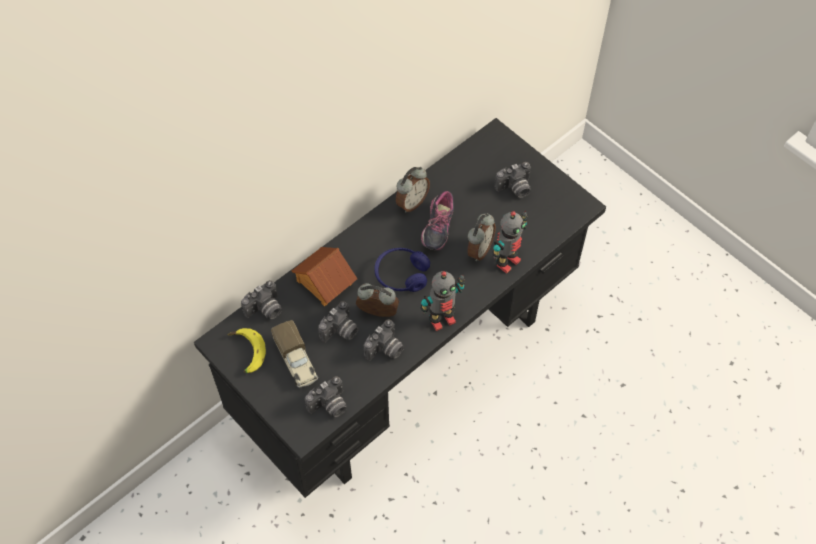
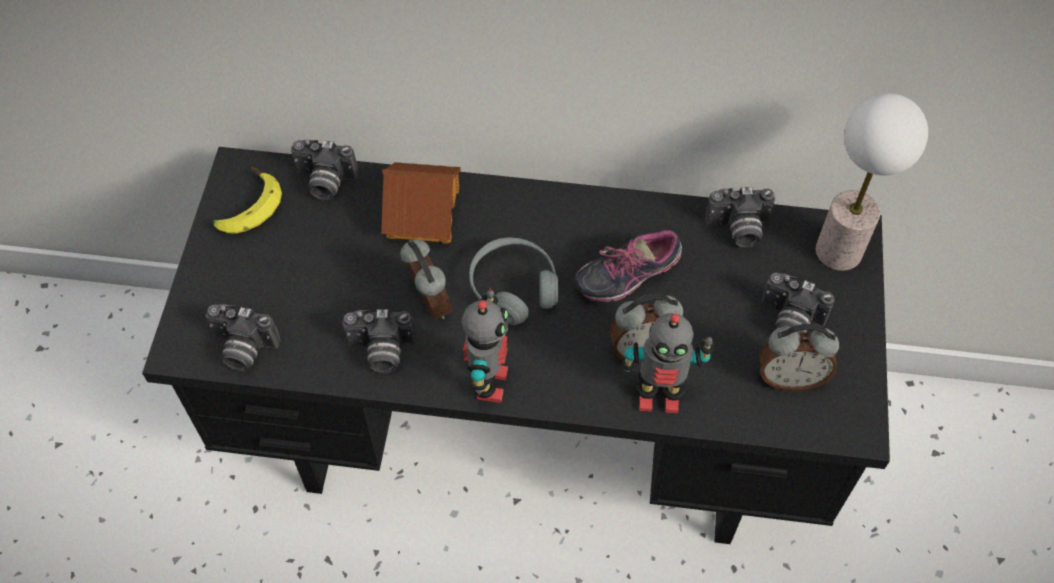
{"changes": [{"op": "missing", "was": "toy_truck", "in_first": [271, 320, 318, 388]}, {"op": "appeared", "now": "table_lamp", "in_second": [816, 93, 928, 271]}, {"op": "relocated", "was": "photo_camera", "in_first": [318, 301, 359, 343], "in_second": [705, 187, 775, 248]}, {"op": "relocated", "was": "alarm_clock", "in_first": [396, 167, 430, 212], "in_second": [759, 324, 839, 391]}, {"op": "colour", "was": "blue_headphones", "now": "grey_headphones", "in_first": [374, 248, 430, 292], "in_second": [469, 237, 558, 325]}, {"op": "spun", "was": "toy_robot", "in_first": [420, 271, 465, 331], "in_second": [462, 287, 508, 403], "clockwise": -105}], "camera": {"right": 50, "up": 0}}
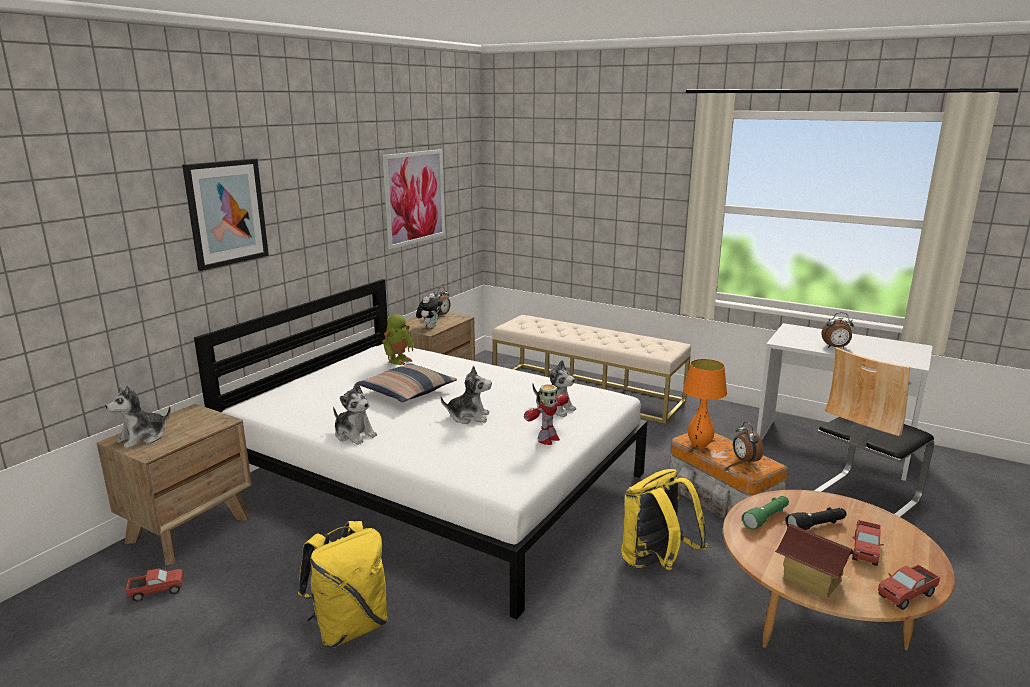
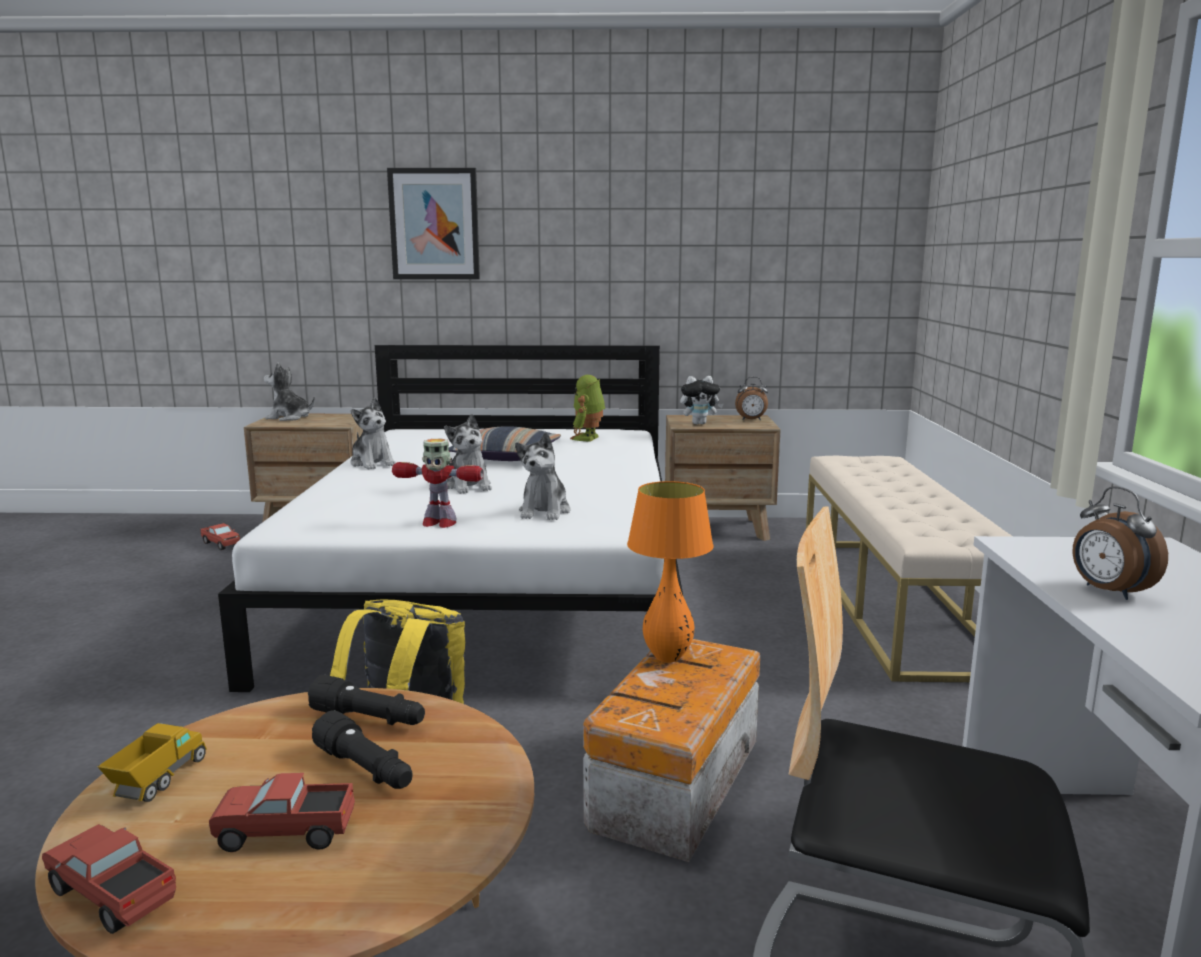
{"changes": [{"op": "missing", "was": "yellow_backpack", "in_first": [298, 521, 388, 648]}, {"op": "missing", "was": "picture", "in_first": [383, 149, 445, 249]}, {"op": "missing", "was": "alarm_clock", "in_first": [733, 422, 764, 465]}, {"op": "exchanged", "was": "toy_house", "now": "toy_truck", "in_first": [775, 524, 859, 598], "in_second": [98, 723, 207, 802]}, {"op": "colour", "was": "green_flashlight", "now": "black_flashlight", "in_first": [742, 496, 789, 530], "in_second": [308, 675, 425, 725]}, {"op": "spun", "was": "plush_toy", "in_first": [333, 382, 377, 445], "in_second": [350, 398, 396, 469], "clockwise": -45}, {"op": "spun", "was": "toy_robot", "in_first": [382, 314, 414, 365], "in_second": [570, 375, 605, 442], "clockwise": 105}], "camera": {"right": 60, "up": -5}}
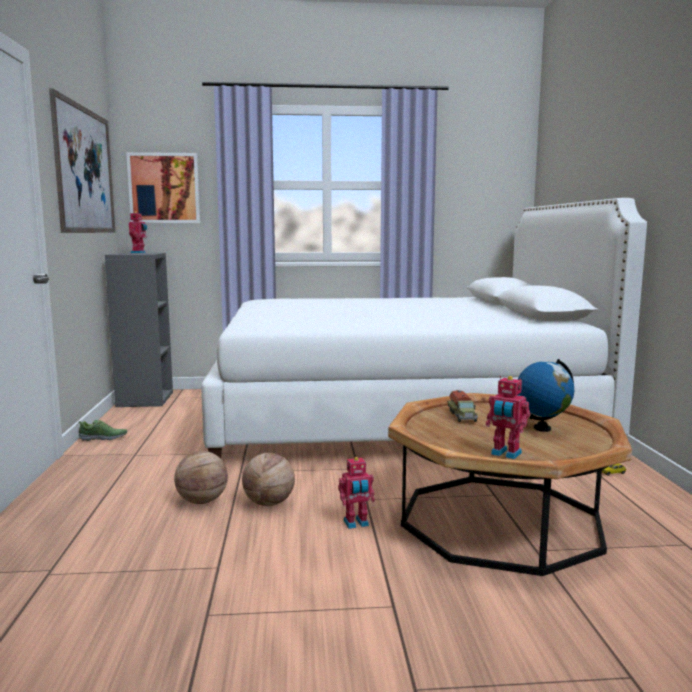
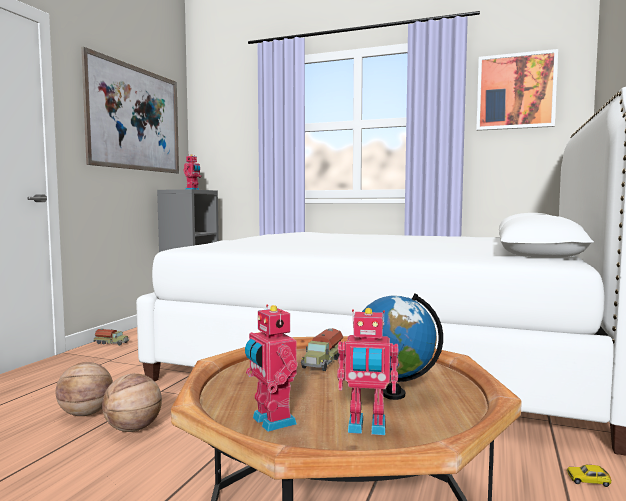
{"changes": [{"op": "relocated", "was": "picture", "in_first": [126, 152, 200, 223], "in_second": [476, 49, 558, 131]}, {"op": "relocated", "was": "toy_robot", "in_first": [338, 457, 375, 529], "in_second": [337, 308, 399, 435]}, {"op": "exchanged", "was": "shoe", "now": "toy_truck", "in_first": [78, 420, 127, 441], "in_second": [94, 328, 129, 346]}], "camera": {"right": 25, "up": -5}}
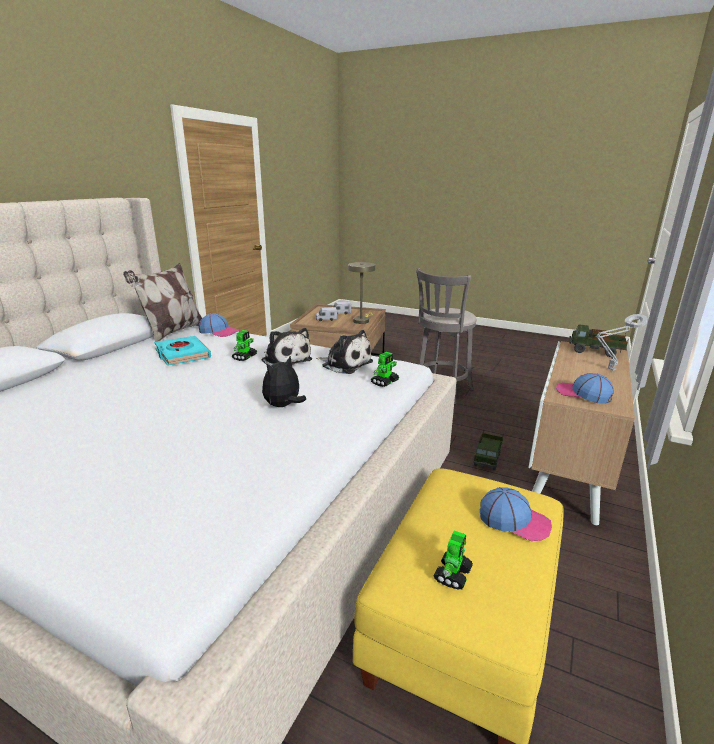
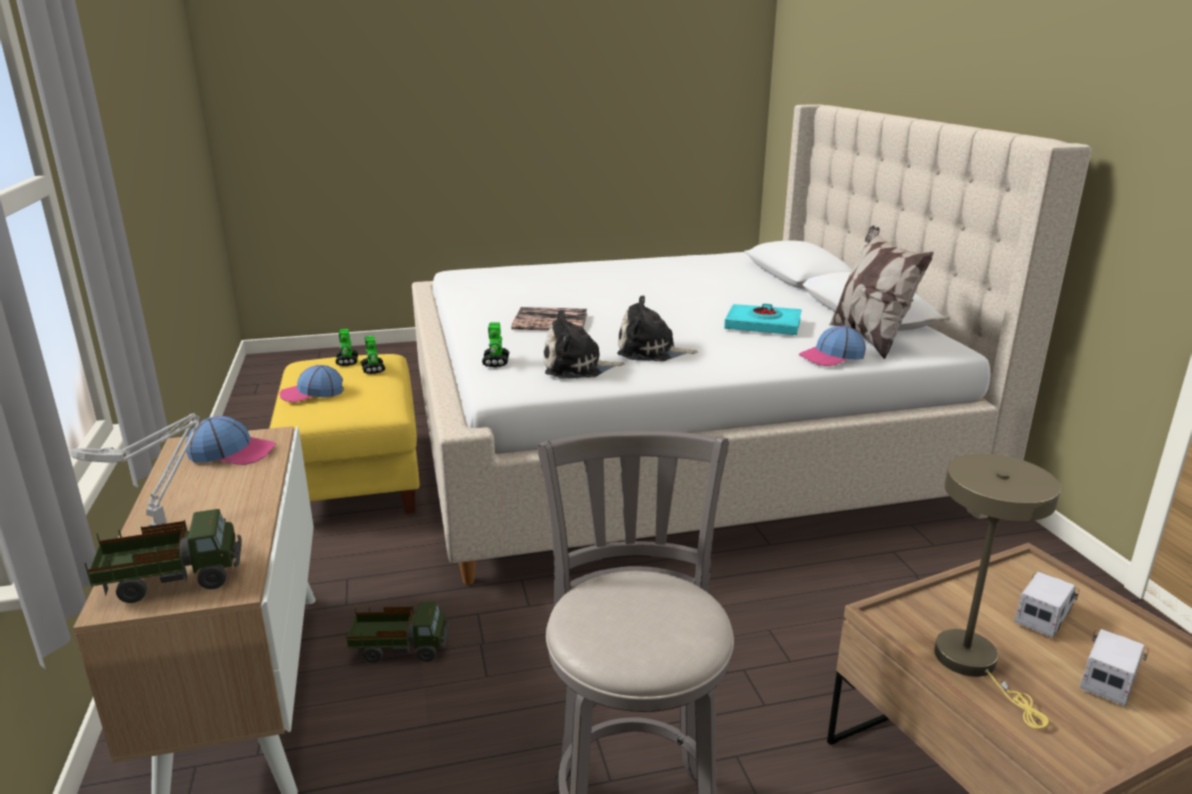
{"changes": [{"op": "relocated", "was": "toy_robot", "in_first": [232, 330, 257, 361], "in_second": [361, 336, 385, 374]}, {"op": "exchanged", "was": "plush_toy", "now": "book", "in_first": [262, 356, 306, 407], "in_second": [511, 307, 587, 330]}, {"op": "spun", "was": "toy_truck", "in_first": [474, 429, 504, 470], "in_second": [346, 601, 450, 663], "clockwise": 105}], "camera": {"right": 140, "up": 0}}
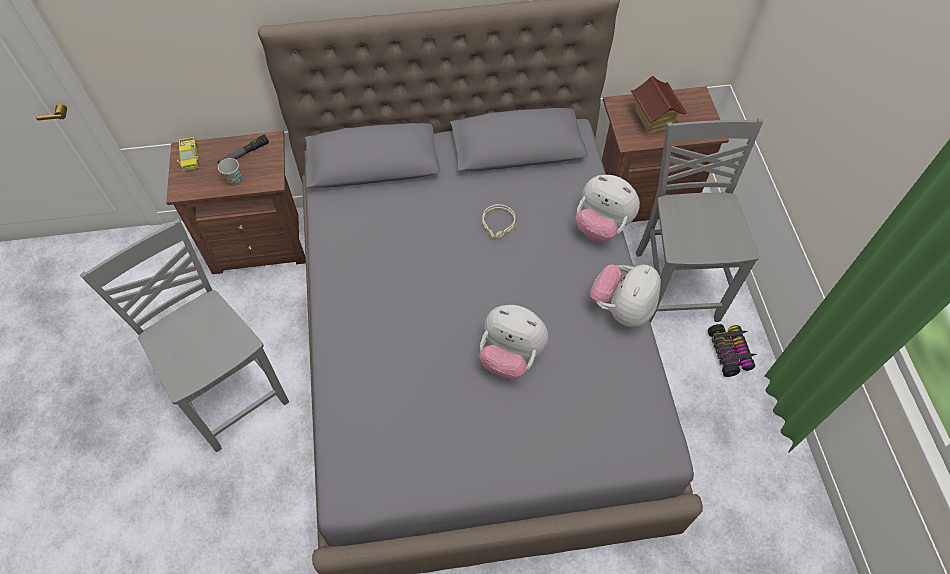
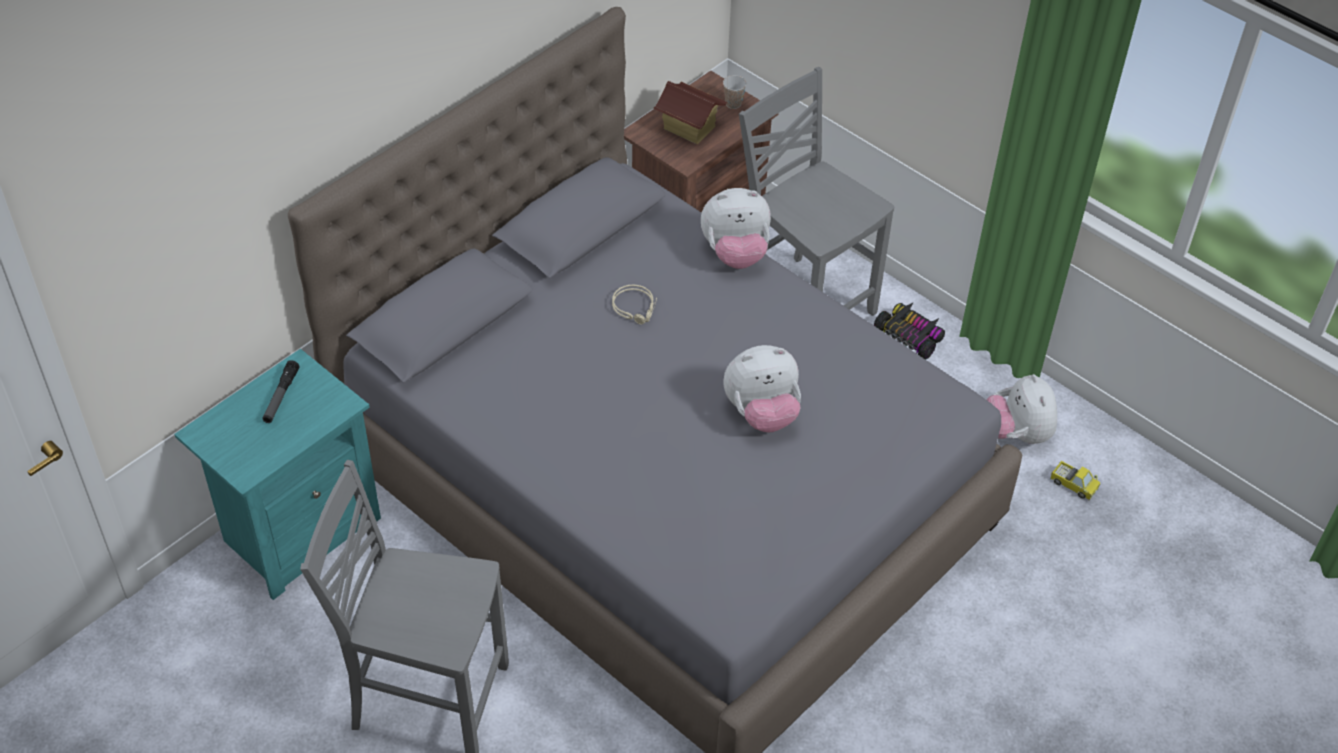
{"changes": [{"op": "relocated", "was": "toy_truck", "in_first": [177, 137, 199, 171], "in_second": [1050, 461, 1101, 501]}, {"op": "relocated", "was": "cup", "in_first": [218, 158, 241, 186], "in_second": [723, 75, 747, 109]}, {"op": "relocated", "was": "plush_toy", "in_first": [590, 264, 661, 327], "in_second": [987, 374, 1057, 444]}, {"op": "colour", "was": "brown_nightstand", "now": "turquoise_nightstand", "in_first": [166, 131, 306, 274], "in_second": [174, 349, 381, 600]}], "camera": {"right": -40, "up": -10}}
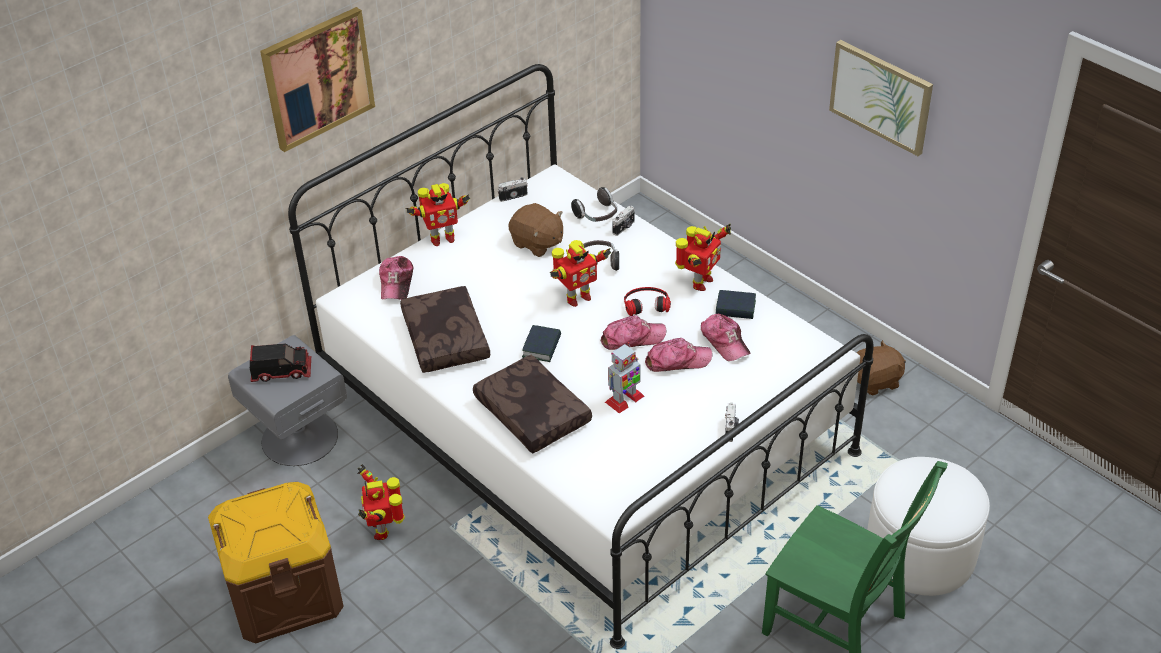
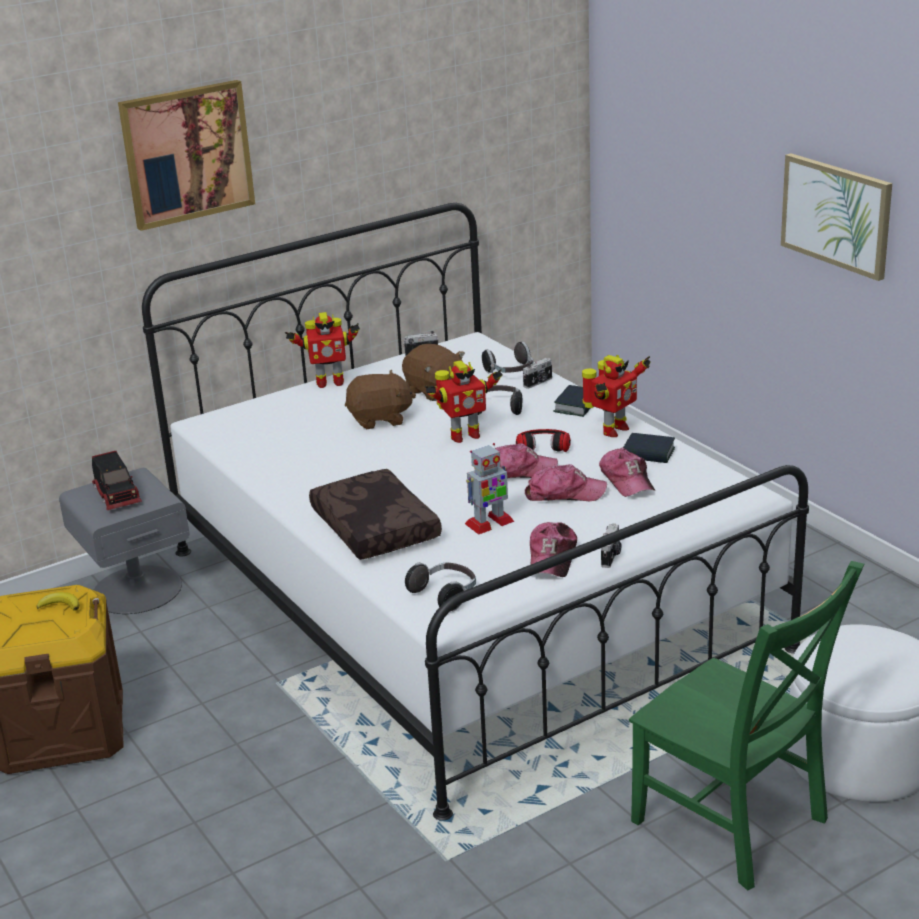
{"changes": [{"op": "missing", "was": "toy_robot", "in_first": [357, 464, 405, 540]}, {"op": "missing", "was": "brown_pillow", "in_first": [400, 286, 490, 373]}, {"op": "appeared", "now": "banana", "in_second": [36, 592, 80, 610]}, {"op": "appeared", "now": "headphones", "in_second": [405, 562, 476, 612]}, {"op": "relocated", "was": "cap", "in_first": [379, 256, 413, 300], "in_second": [530, 522, 577, 577]}, {"op": "relocated", "was": "book", "in_first": [522, 325, 561, 362], "in_second": [553, 385, 591, 417]}, {"op": "relocated", "was": "brown_plush_toy", "in_first": [857, 340, 906, 396], "in_second": [345, 370, 416, 429]}, {"op": "spun", "was": "toy_truck", "in_first": [250, 343, 311, 382], "in_second": [92, 451, 142, 510], "clockwise": 60}], "camera": {"right": 10, "up": -15}}
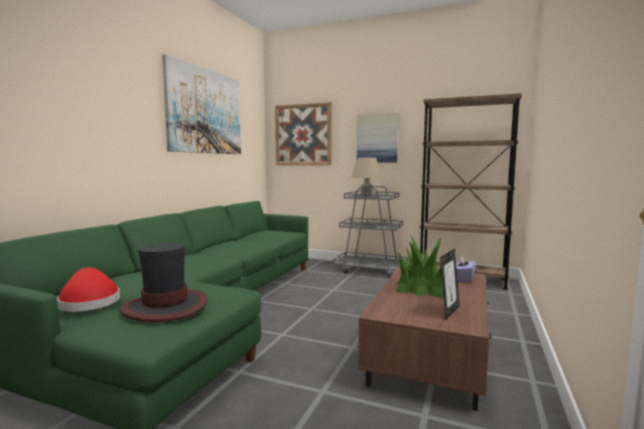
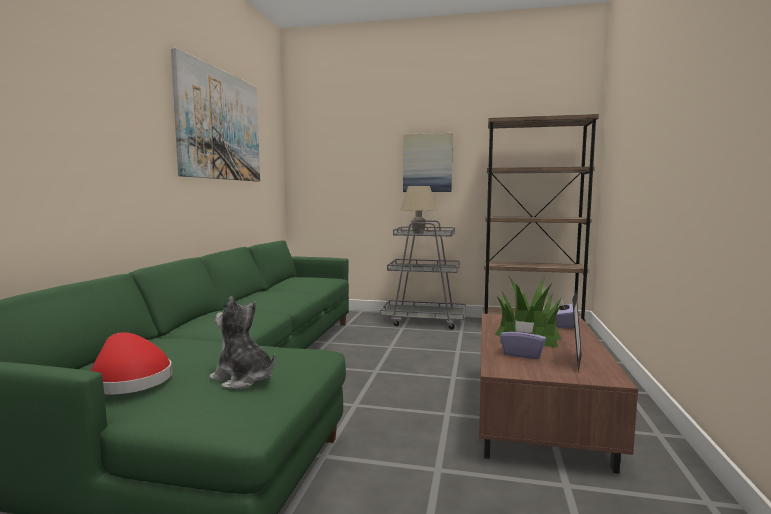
{"changes": [{"op": "missing", "was": "picture", "in_first": [275, 102, 332, 165]}, {"op": "appeared", "now": "purple_tissue_box", "in_second": [500, 321, 546, 359]}, {"op": "exchanged", "was": "hat", "now": "plush_toy", "in_first": [119, 243, 208, 322], "in_second": [209, 296, 275, 389]}], "camera": {"right": -10, "up": 0}}
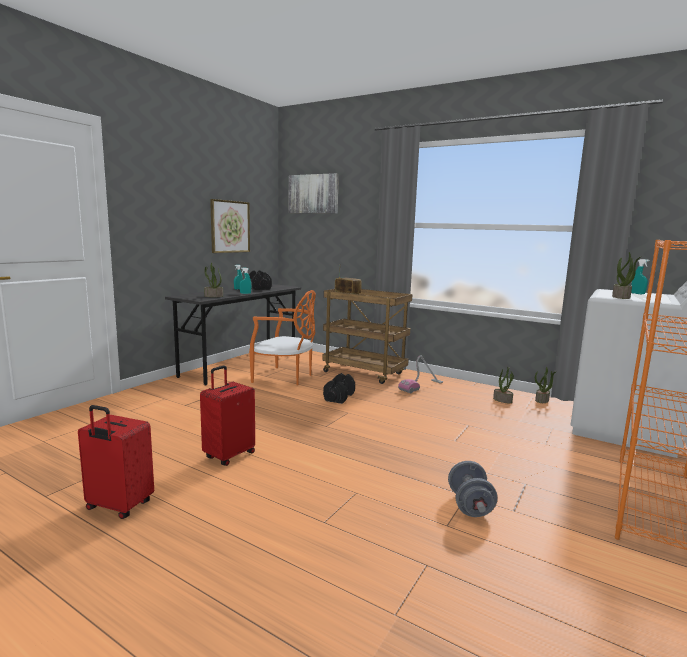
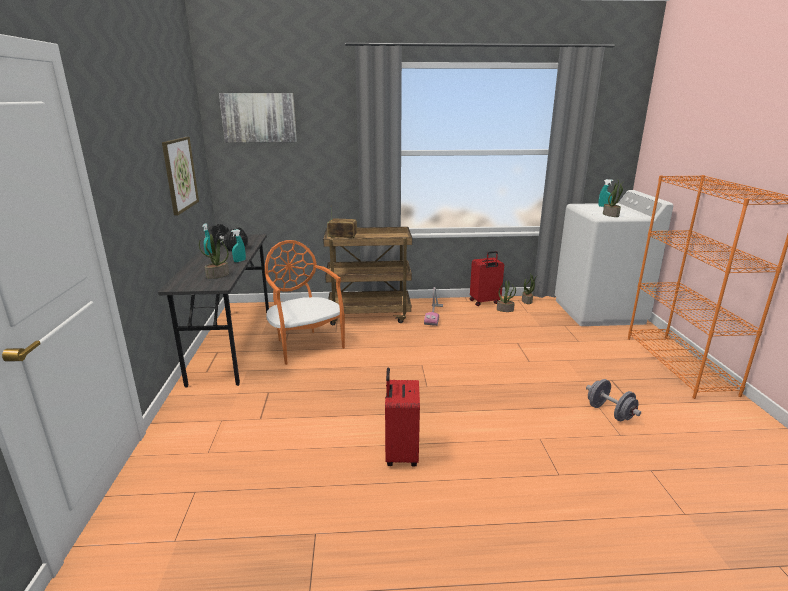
{"changes": [{"op": "missing", "was": "black_dumbbell", "in_first": [323, 373, 355, 404]}, {"op": "relocated", "was": "red_suitcase", "in_first": [78, 405, 154, 519], "in_second": [470, 251, 504, 306]}, {"op": "spun", "was": "orange_chair", "in_first": [249, 290, 316, 385], "in_second": [265, 240, 345, 365], "clockwise": -105}], "camera": {"right": -35, "up": 10}}
